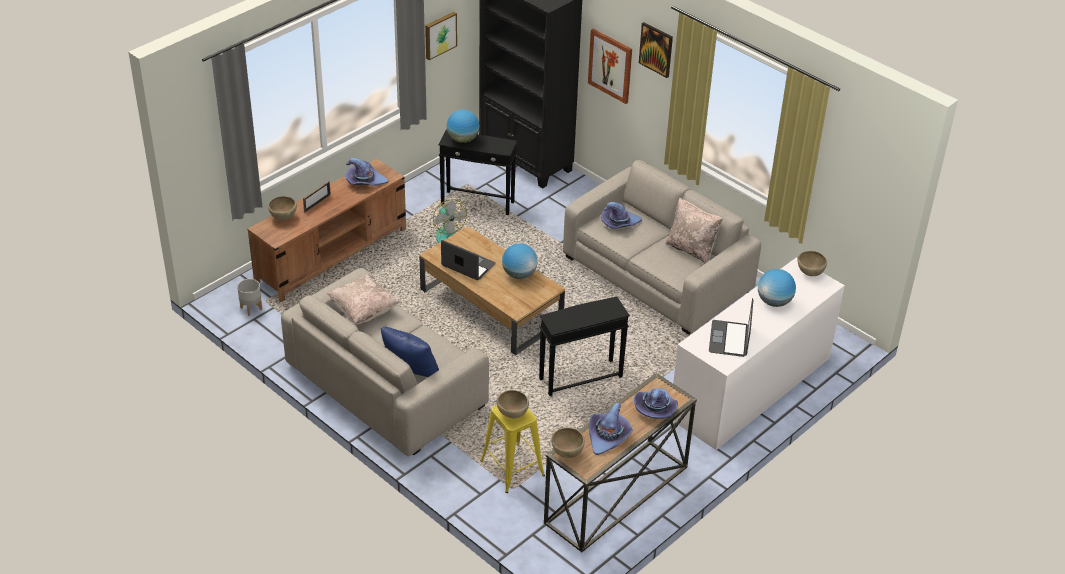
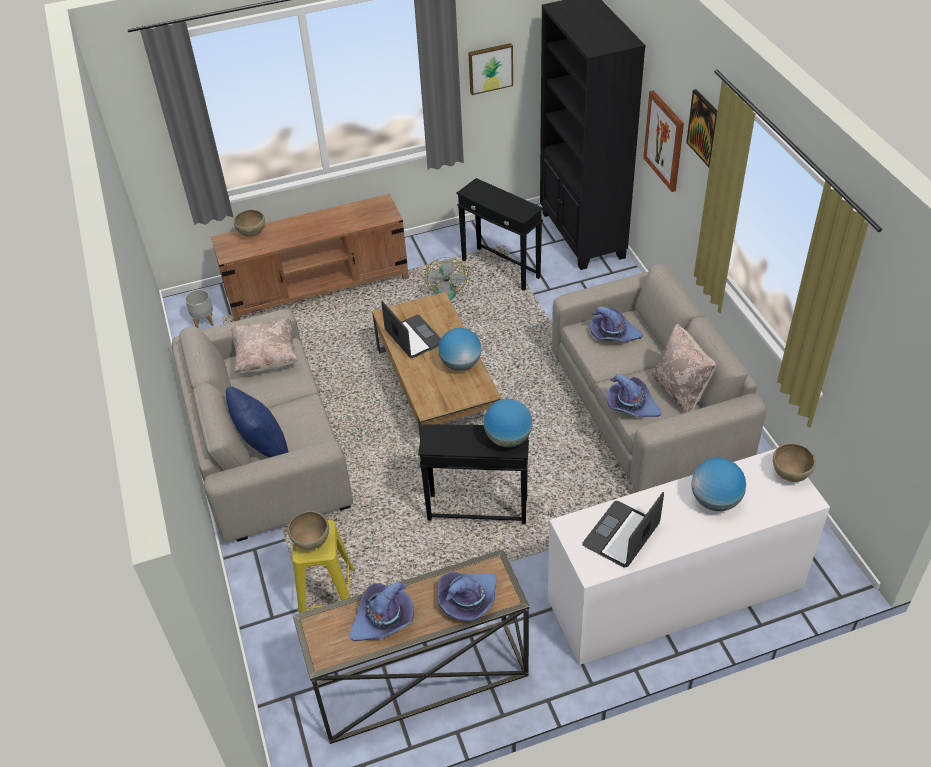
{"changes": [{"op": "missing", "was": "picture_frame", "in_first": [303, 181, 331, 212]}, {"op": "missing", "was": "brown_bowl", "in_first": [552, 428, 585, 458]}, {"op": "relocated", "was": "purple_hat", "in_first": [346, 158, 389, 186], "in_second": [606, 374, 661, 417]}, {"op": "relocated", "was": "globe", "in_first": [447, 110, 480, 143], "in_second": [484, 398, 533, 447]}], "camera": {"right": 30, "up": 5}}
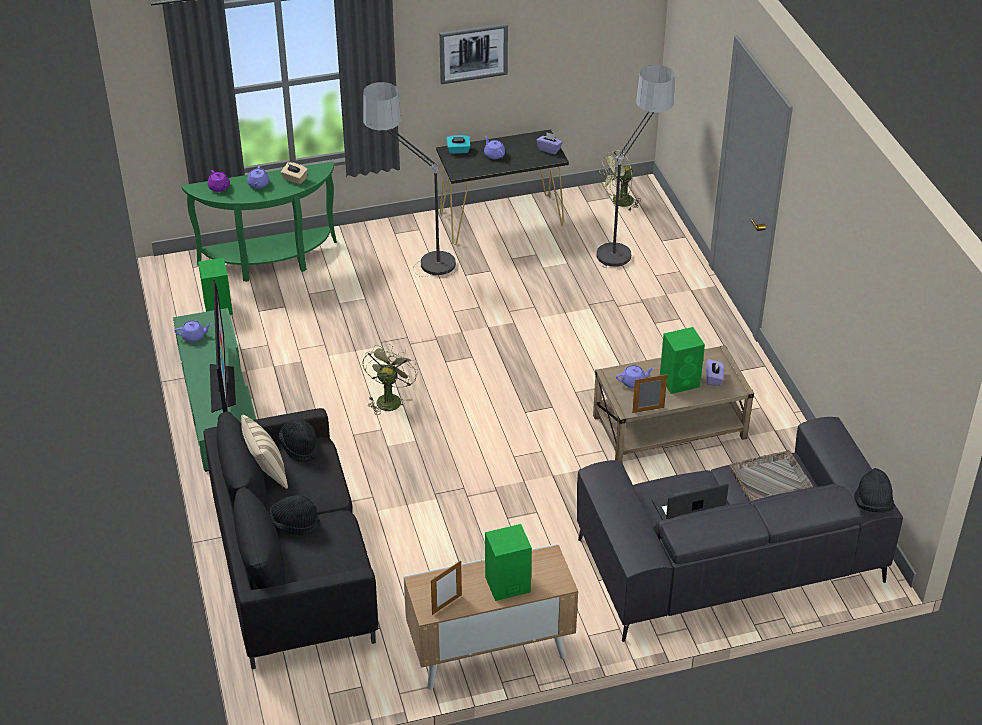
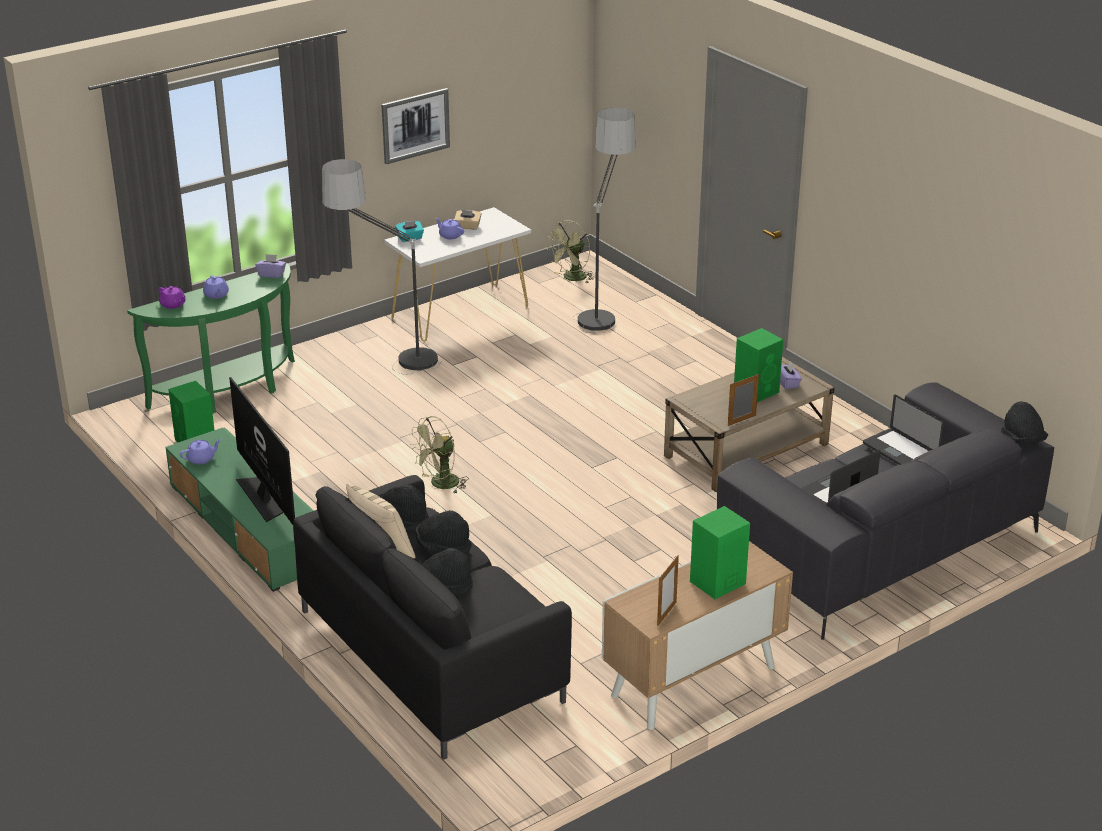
{"changes": [{"op": "missing", "was": "purple_teapot", "in_first": [616, 365, 654, 388]}, {"op": "appeared", "now": "black_hat", "in_second": [415, 510, 472, 554]}, {"op": "relocated", "was": "beige_tissue_box", "in_first": [281, 162, 308, 184], "in_second": [454, 210, 482, 230]}, {"op": "relocated", "was": "purple_tissue_box", "in_first": [536, 132, 563, 154], "in_second": [256, 254, 286, 278]}, {"op": "exchanged", "was": "grey_tray", "now": "laptop", "in_first": [729, 450, 813, 502], "in_second": [863, 395, 944, 465]}, {"op": "colour", "was": "black_console_table", "now": "white_console_table", "in_first": [436, 129, 569, 245], "in_second": [384, 207, 531, 341]}, {"op": "spun", "was": "green_fan", "in_first": [362, 344, 418, 415], "in_second": [410, 416, 468, 493], "clockwise": -120}], "camera": {"right": -20, "up": -10}}
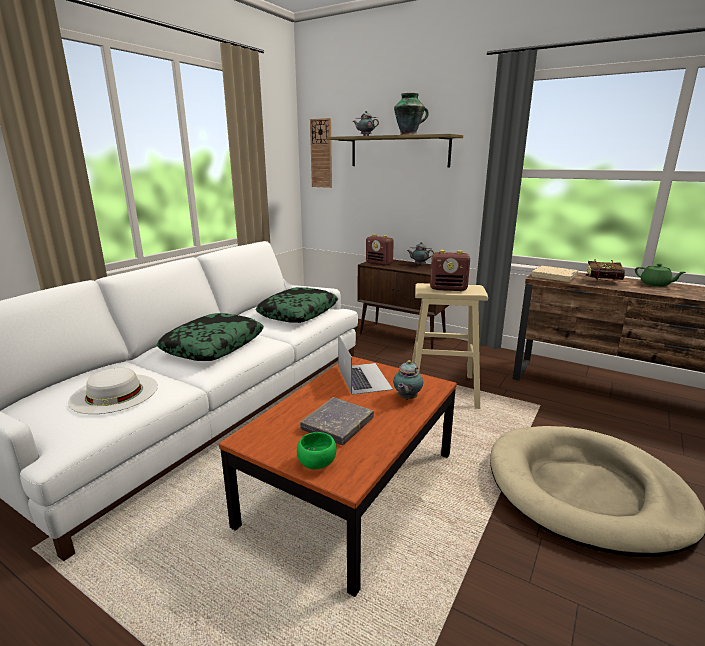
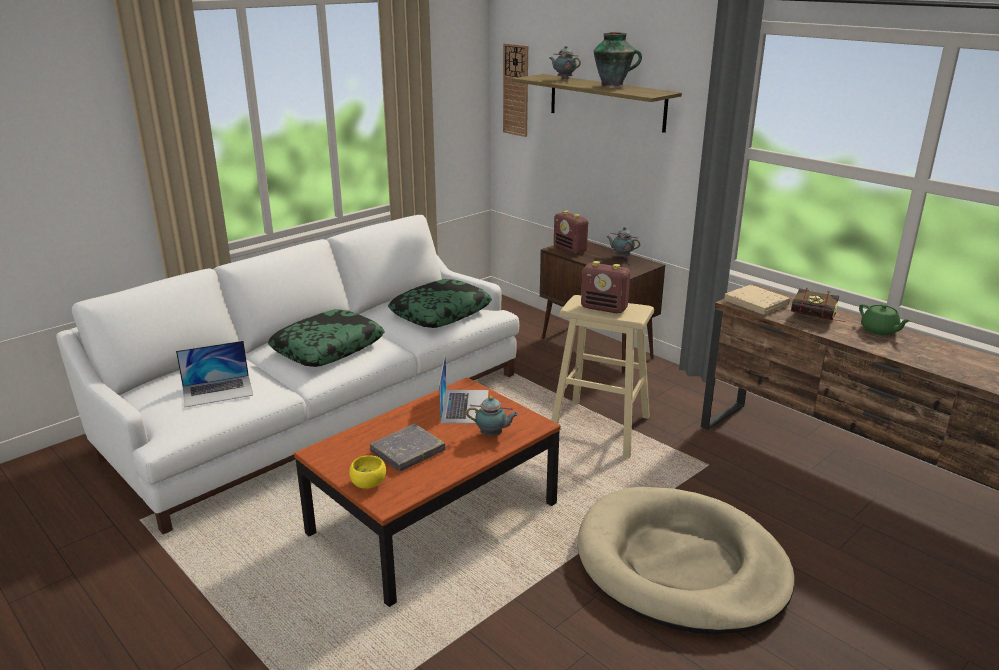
{"changes": [{"op": "exchanged", "was": "white_hat", "now": "laptop", "in_first": [68, 368, 158, 414], "in_second": [176, 341, 253, 407]}, {"op": "colour", "was": "green_bowl", "now": "yellow_bowl", "in_first": [297, 432, 337, 469], "in_second": [349, 455, 386, 489]}, {"op": "spun", "was": "teapot", "in_first": [393, 360, 423, 400], "in_second": [466, 396, 519, 437], "clockwise": -120}], "camera": {"right": 15, "up": 5}}
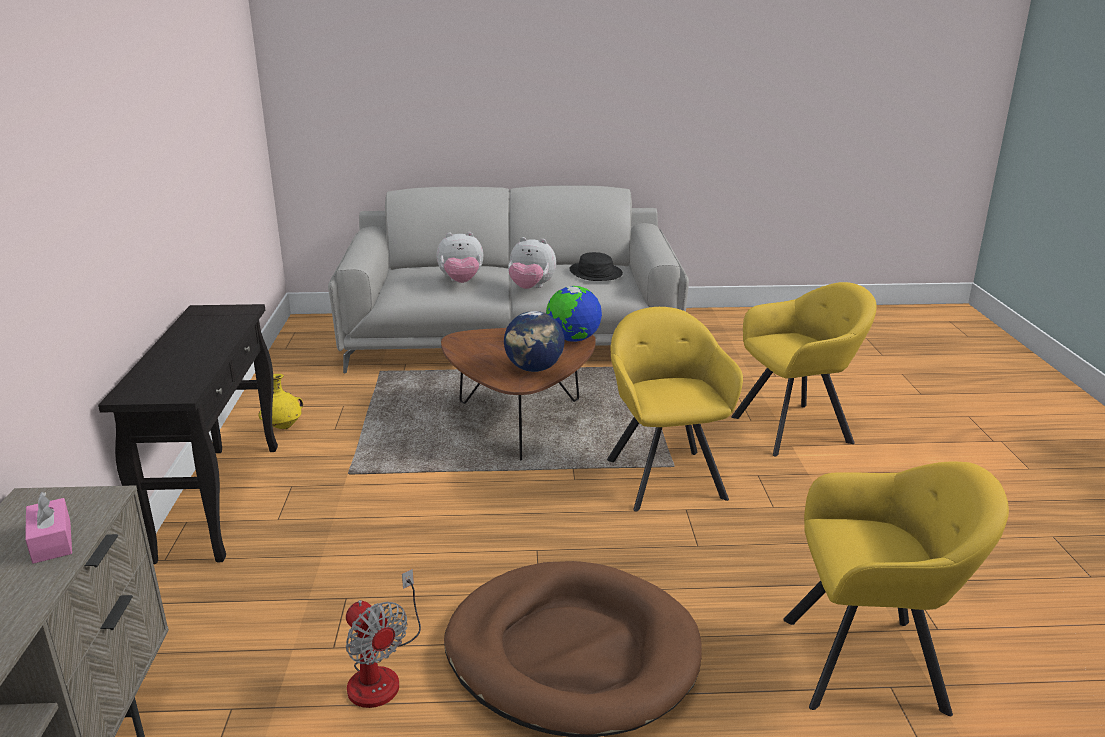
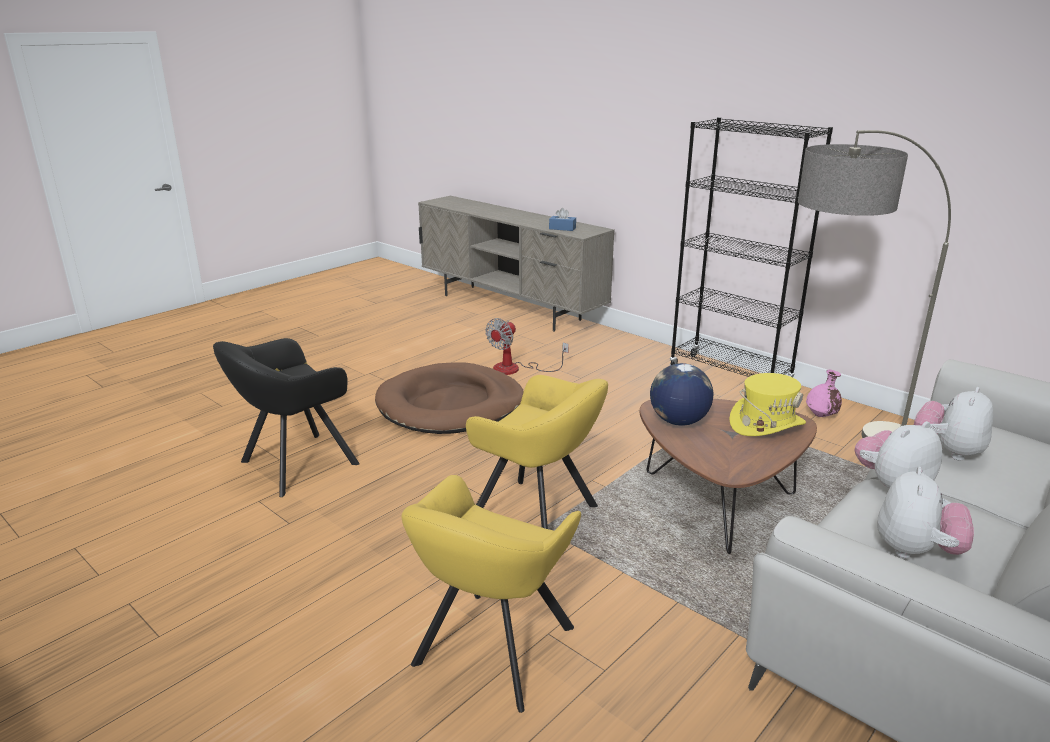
{"changes": [{"op": "missing", "was": "globe", "in_first": [546, 286, 602, 342]}, {"op": "appeared", "now": "yellow_hat", "in_second": [729, 373, 806, 436]}, {"op": "appeared", "now": "floor_lamp", "in_second": [798, 130, 951, 438]}, {"op": "exchanged", "was": "black_console_table", "now": "black_bookcase", "in_first": [98, 304, 278, 564], "in_second": [670, 117, 833, 377]}, {"op": "exchanged", "was": "black_hat", "now": "plush_toy", "in_first": [570, 252, 623, 281], "in_second": [877, 467, 974, 558]}, {"op": "colour", "was": "pink_tissue_box", "now": "blue_tissue_box", "in_first": [25, 492, 72, 564], "in_second": [549, 208, 576, 231]}, {"op": "colour", "was": "yellow_vase", "now": "pink_vase", "in_first": [259, 374, 303, 429], "in_second": [806, 370, 842, 417]}, {"op": "colour", "was": "yellow_armchair", "now": "black_armchair", "in_first": [783, 461, 1009, 716], "in_second": [213, 338, 360, 497]}, {"op": "spun", "was": "fan", "in_first": [346, 569, 421, 708], "in_second": [485, 318, 569, 375], "clockwise": -60}], "camera": {"right": 135, "up": 0}}
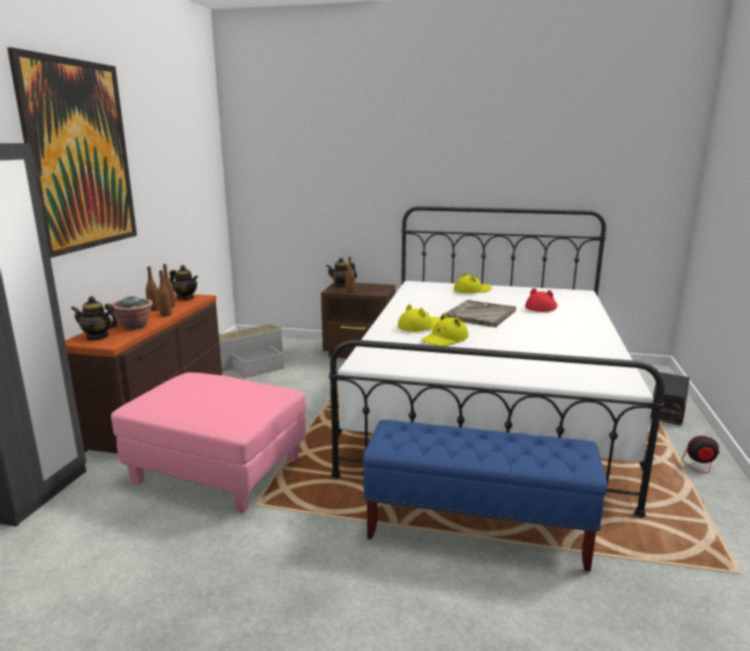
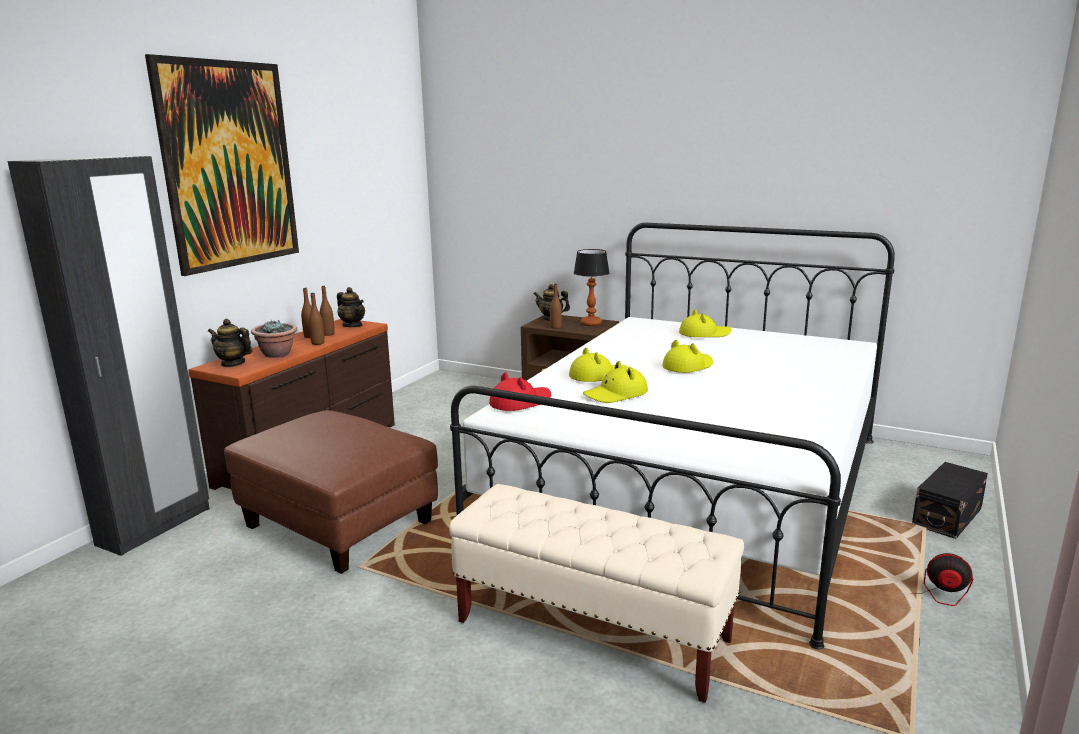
{"changes": [{"op": "missing", "was": "grey_storage_box", "in_first": [219, 324, 284, 378]}, {"op": "appeared", "now": "table_lamp", "in_second": [574, 249, 610, 326]}, {"op": "relocated", "was": "red_hat", "in_first": [525, 288, 558, 312], "in_second": [489, 372, 551, 411]}, {"op": "exchanged", "was": "grey_tray", "now": "yellow_hat", "in_first": [445, 300, 516, 327], "in_second": [662, 340, 713, 373]}, {"op": "colour", "was": "pink_ottoman", "now": "brown_ottoman", "in_first": [111, 372, 306, 513], "in_second": [224, 410, 438, 574]}, {"op": "colour", "was": "blue_bench", "now": "beige_bench", "in_first": [363, 420, 607, 572], "in_second": [449, 484, 744, 703]}], "camera": {"right": 15, "up": 0}}
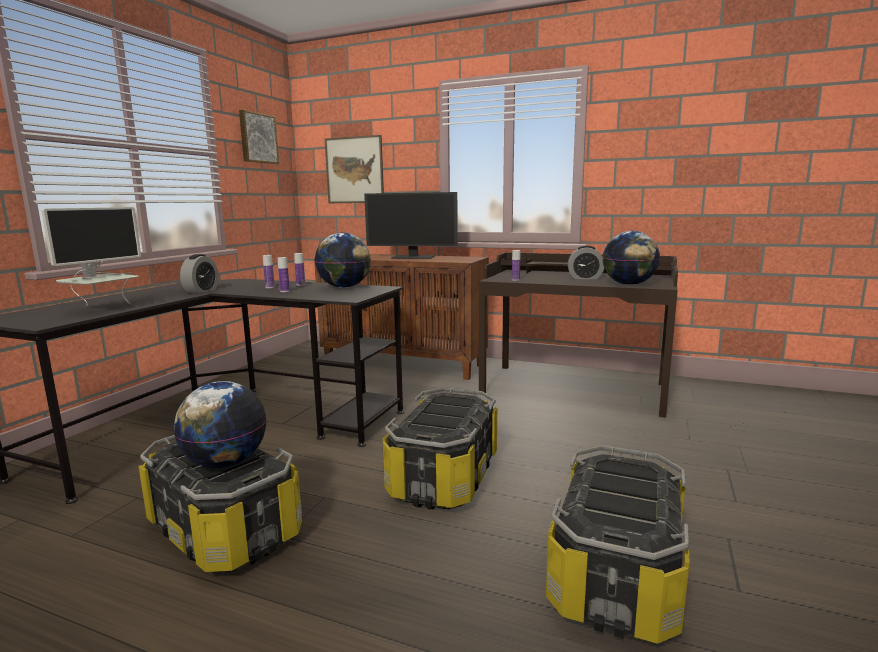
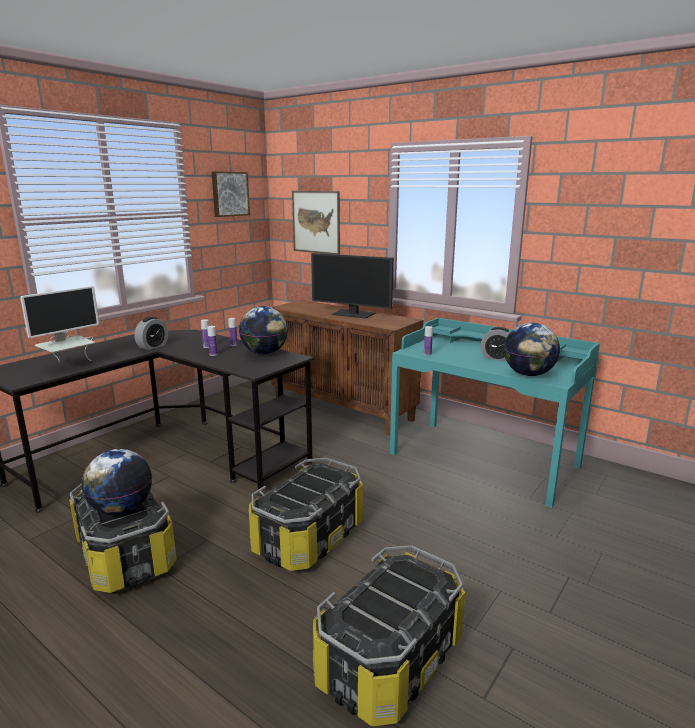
{"changes": [{"op": "colour", "was": "brown_desk", "now": "turquoise_desk", "in_first": [479, 252, 678, 418], "in_second": [390, 318, 600, 508]}], "camera": {"right": 15, "up": 5}}
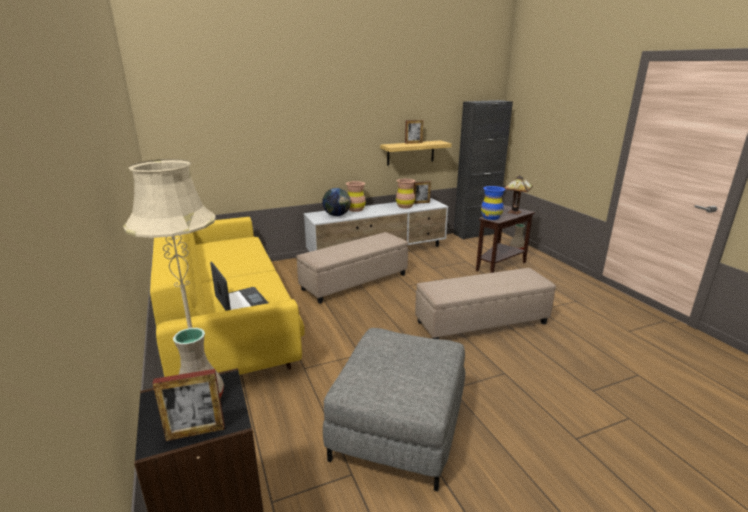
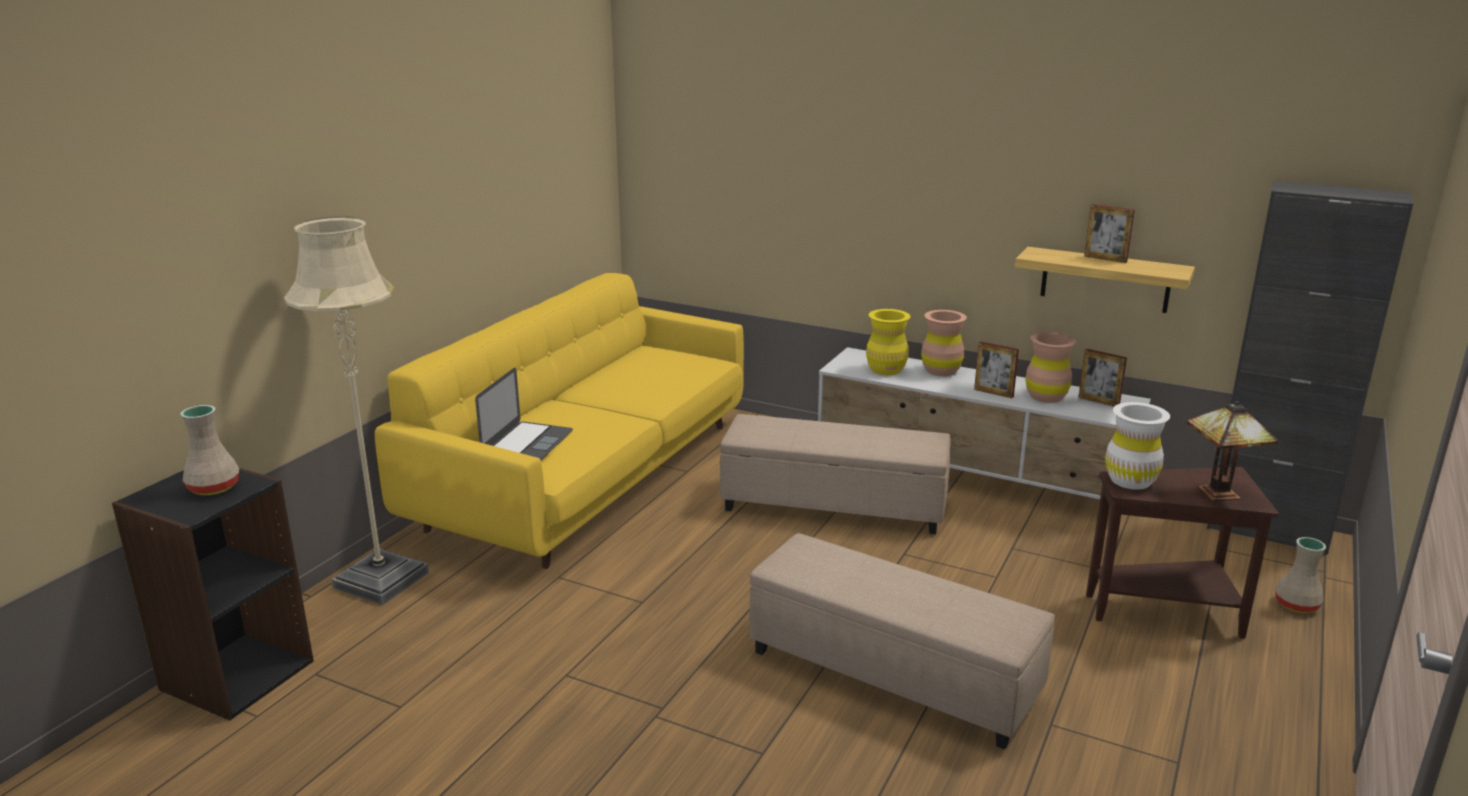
{"changes": [{"op": "missing", "was": "grey_ottoman", "in_first": [323, 328, 465, 492]}, {"op": "relocated", "was": "picture_frame", "in_first": [152, 369, 225, 441], "in_second": [974, 341, 1019, 398]}, {"op": "exchanged", "was": "globe", "now": "yellow_vase", "in_first": [322, 188, 351, 216], "in_second": [866, 309, 911, 375]}, {"op": "colour", "was": "blue_vase", "now": "white_vase", "in_first": [481, 186, 506, 220], "in_second": [1105, 402, 1170, 490]}], "camera": {"right": 50, "up": 0}}
